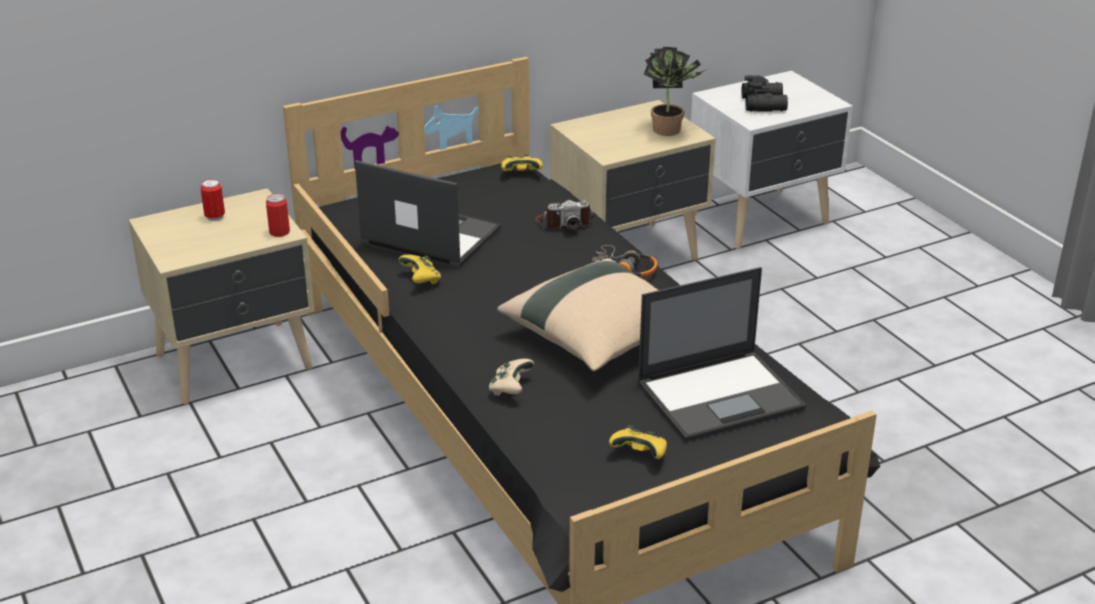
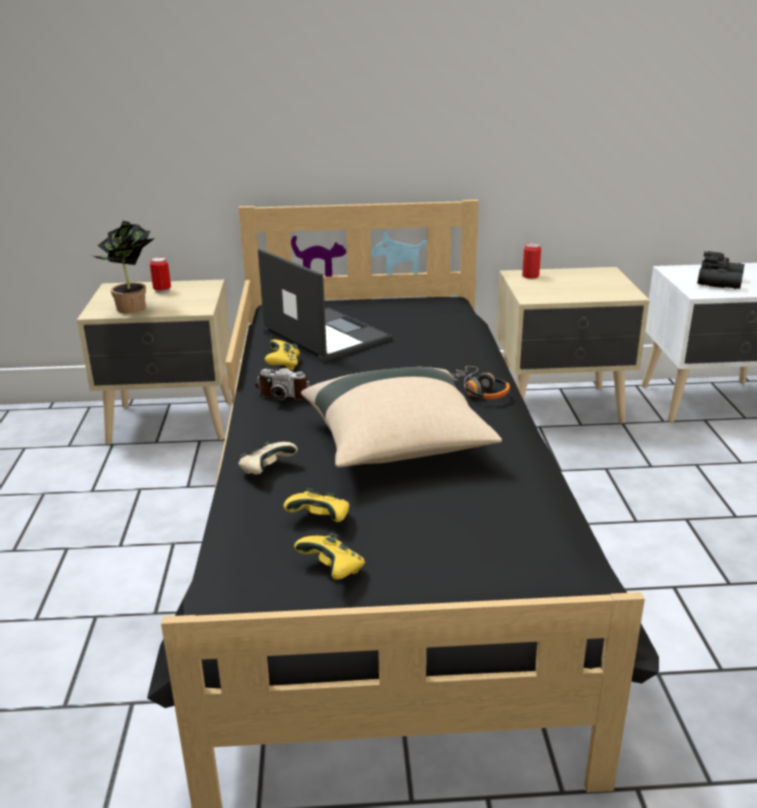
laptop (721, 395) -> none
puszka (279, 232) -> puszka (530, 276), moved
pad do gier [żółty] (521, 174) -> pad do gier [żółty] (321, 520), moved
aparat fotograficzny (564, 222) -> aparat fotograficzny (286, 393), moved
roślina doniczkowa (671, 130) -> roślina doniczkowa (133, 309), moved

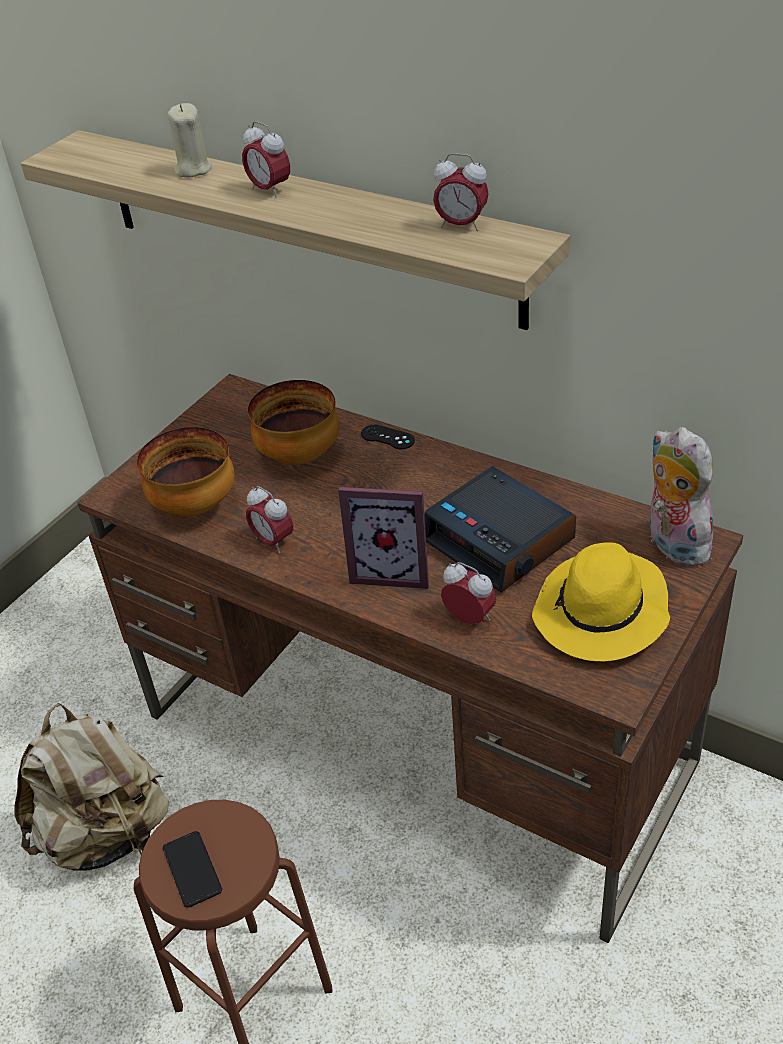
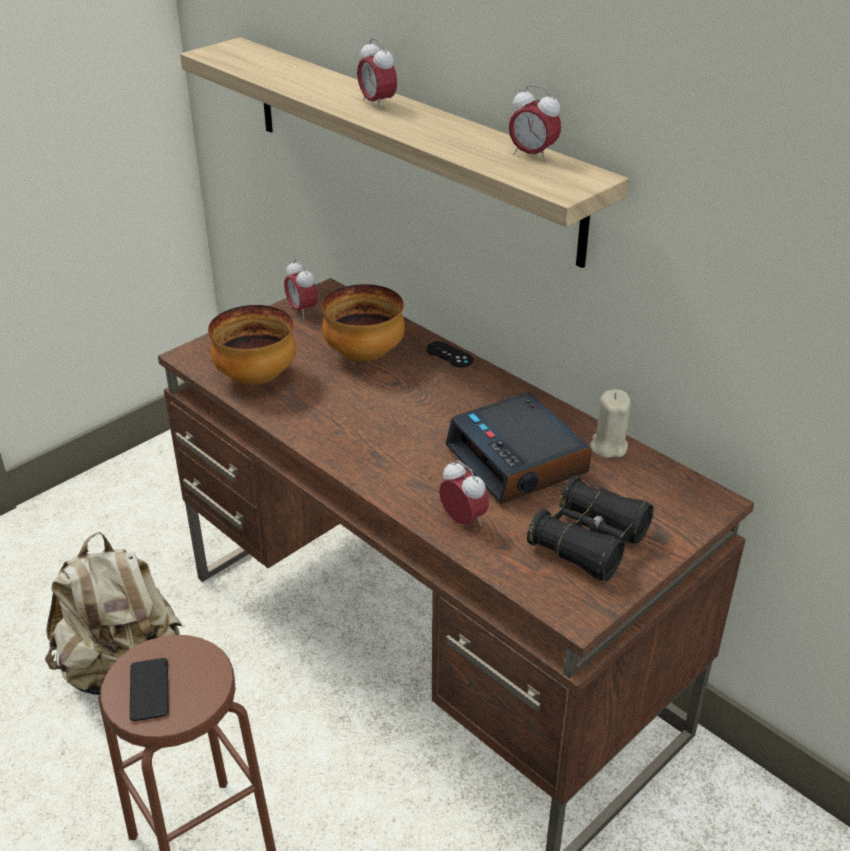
ramka na zdjęcie (392, 570) -> none
pluszak (672, 544) -> none
świeca [beżowy] (193, 169) -> świeca [beżowy] (608, 446), moved
budzik (273, 542) -> budzik (302, 311), moved
kapelusz [żółty] (601, 613) -> lornetka [czarny] (589, 542)

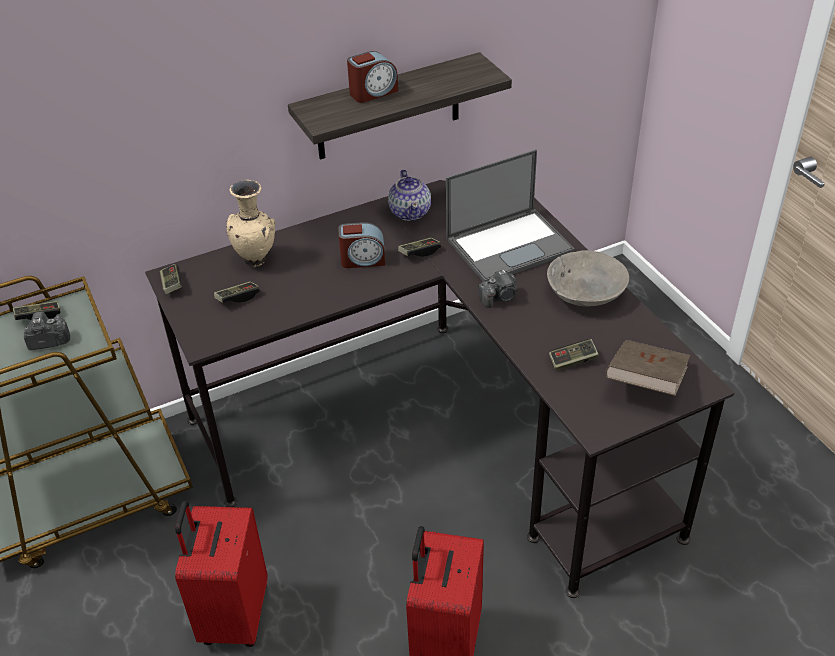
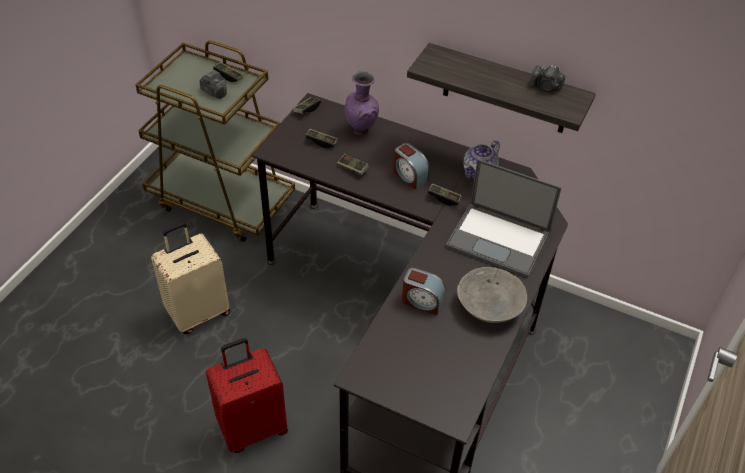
książka [brązowy] (645, 383) -> none
budzik (373, 92) -> budzik (422, 301), moved
aparat fotograficzny (499, 298) -> aparat fotograficzny (546, 87), moved
pad do gier (573, 361) -> pad do gier (352, 168), moved
walizka [czerwony] (233, 615) -> walizka [beżowy] (198, 312)
wazon [beżowy] (257, 260) -> wazon [fioletowy] (362, 130)

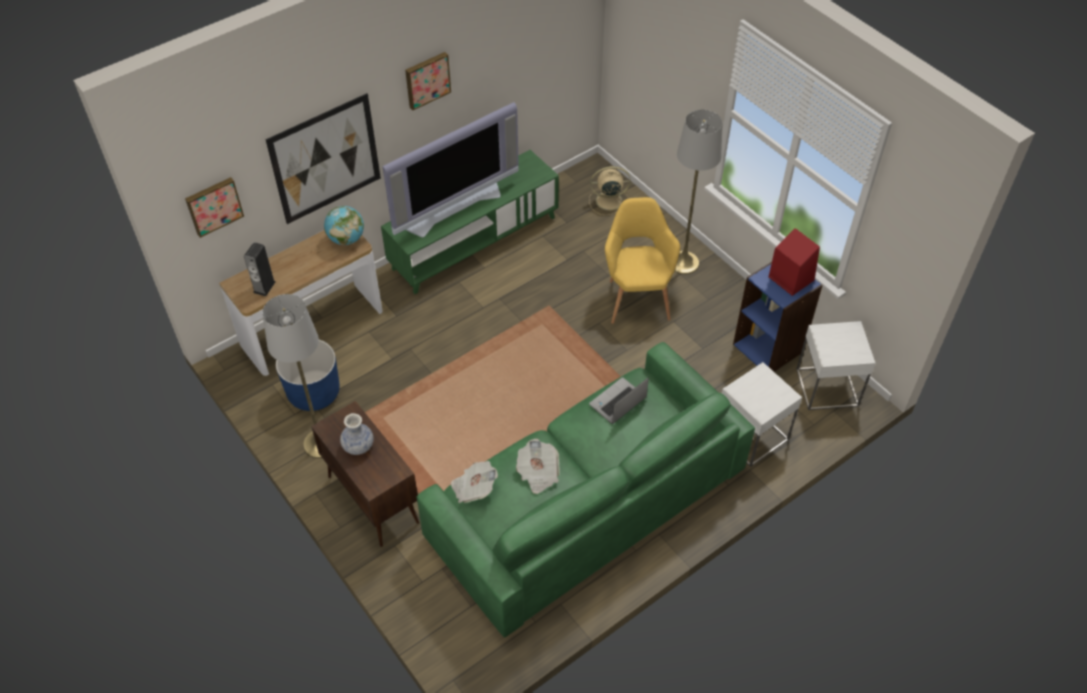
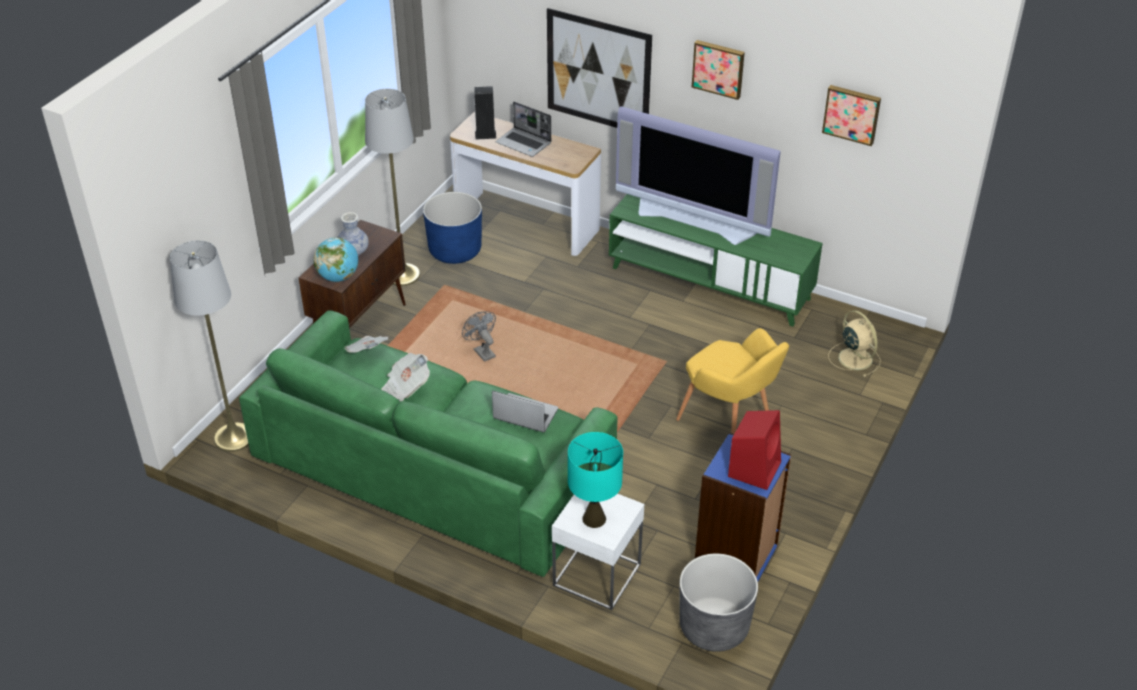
none -> wentylator [szary] (482, 351)
none -> laptop (524, 143)
none -> lampa stołowa [turkusowy] (594, 519)
obraz (213, 205) -> obraz (852, 114), moved
globus (346, 239) -> globus (338, 277), moved
lampa stojąca [szary] (683, 262) -> lampa stojąca [szary] (234, 437), moved
stolik [biały] (827, 387) -> donica [szary] (714, 627)
fotel [żółty] (636, 296) -> fotel [żółty] (730, 423), 75 degrees clockwise

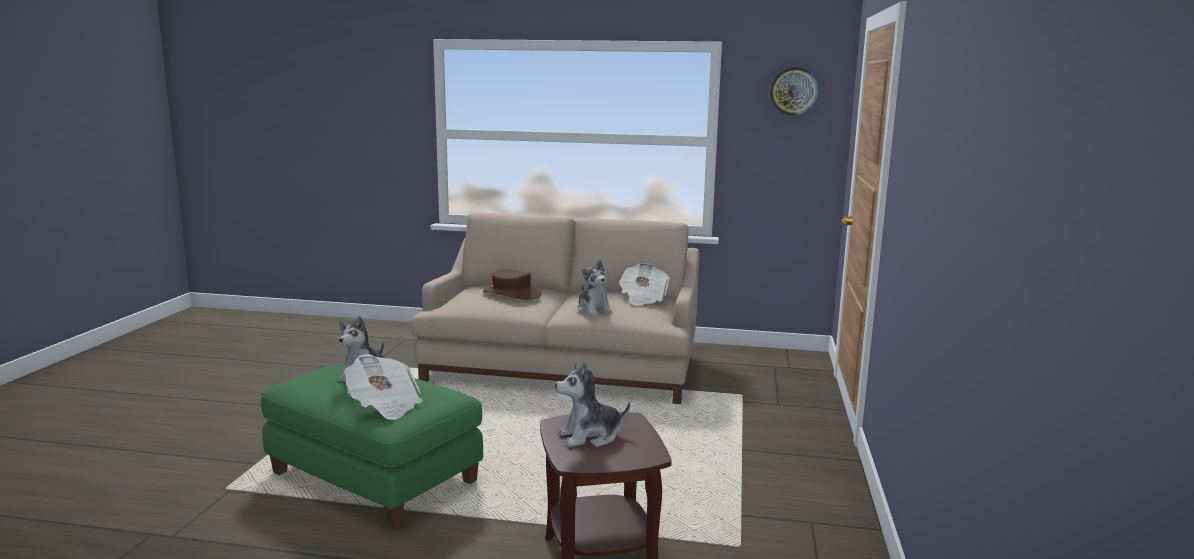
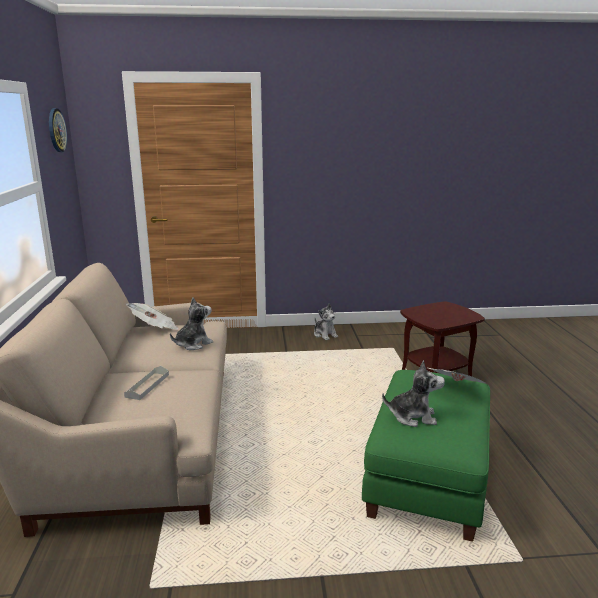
pluszak (590, 436) -> pluszak (325, 335), moved
kapelusz [brązowy] (511, 294) -> taca [szary] (147, 385)

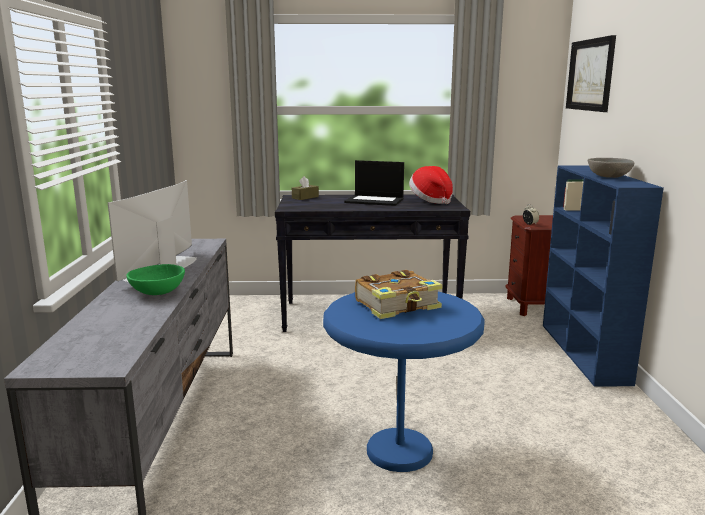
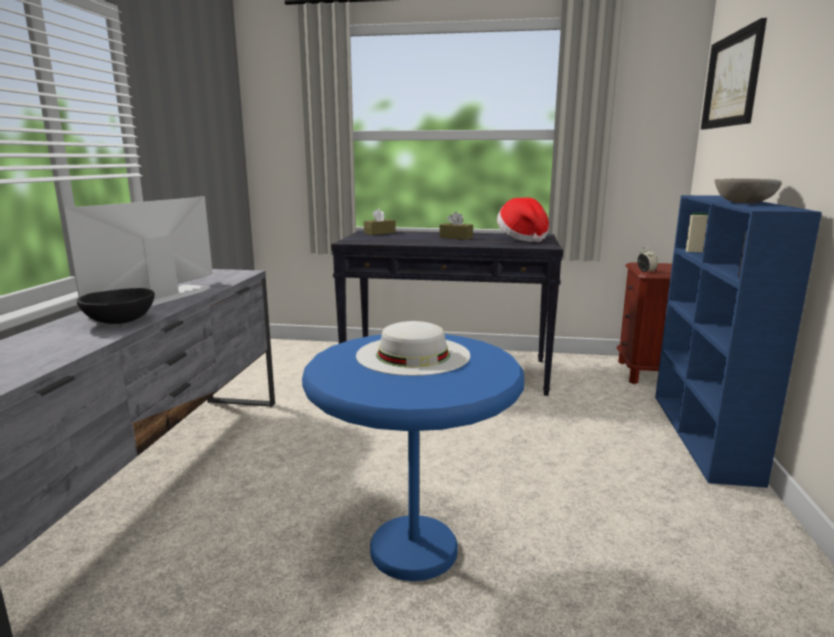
laptop (375, 201) -> pudełko chusteczek [brązowy] (456, 237)
książka (398, 305) -> kapelusz [biały] (413, 355)
miska [zielony] (157, 292) -> miska [czarny] (120, 321)

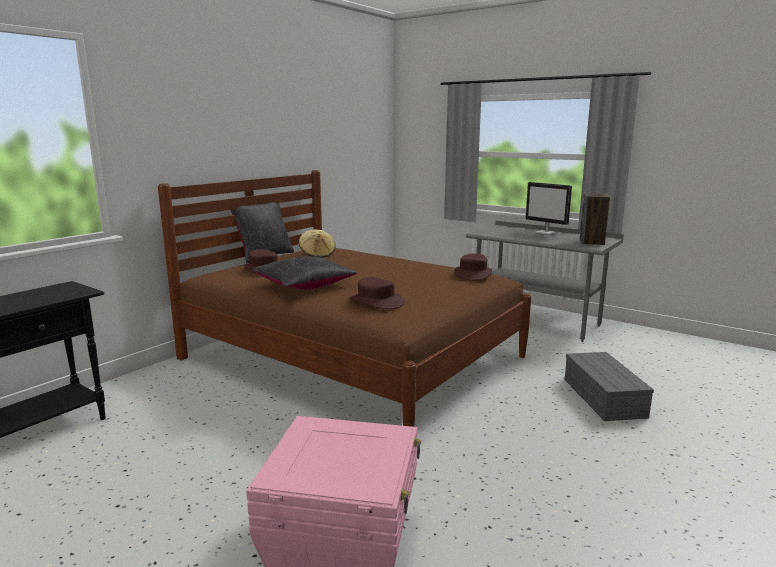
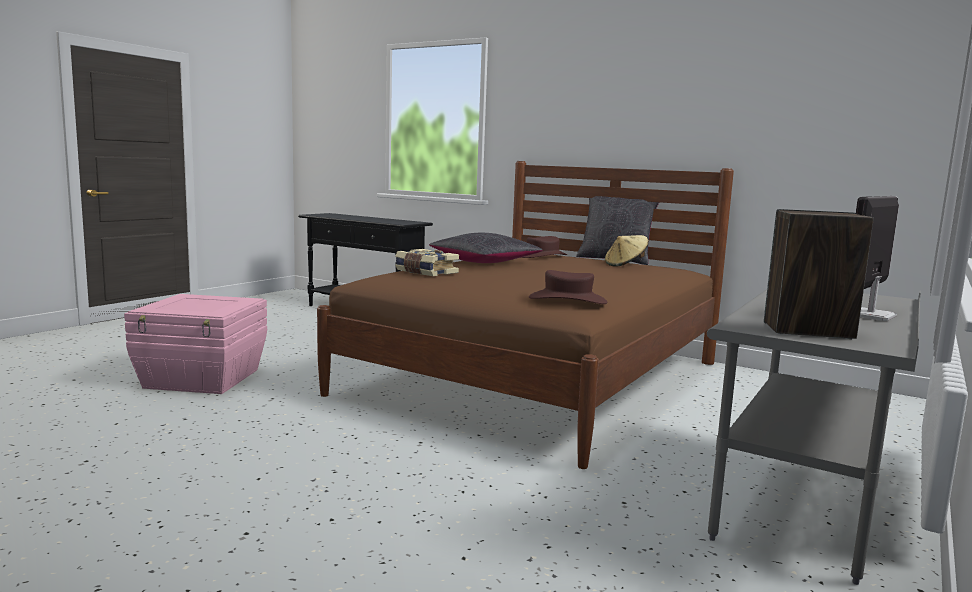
pojemnik do przechowywania [szary] (605, 398) -> none
kapelusz [brązowy] (376, 301) -> książka (425, 272)

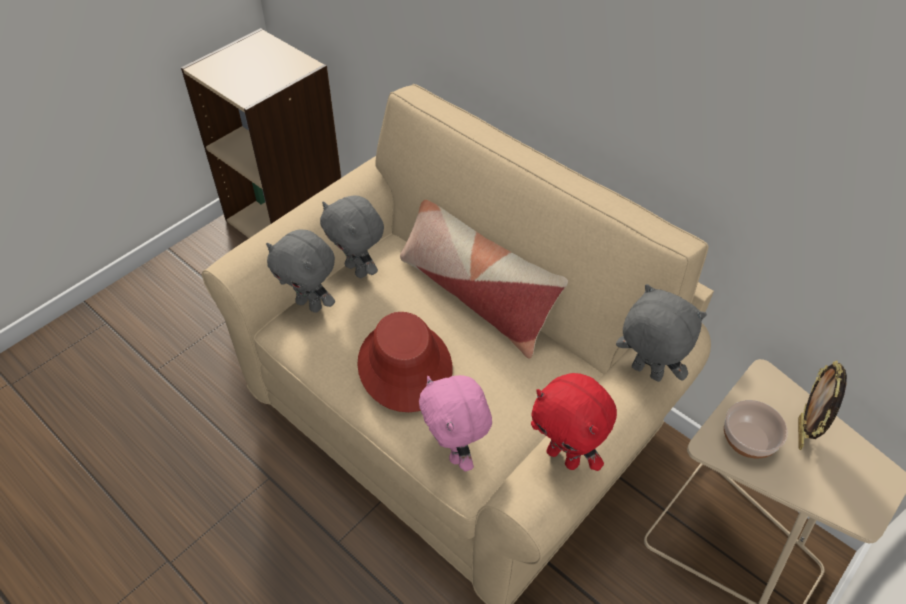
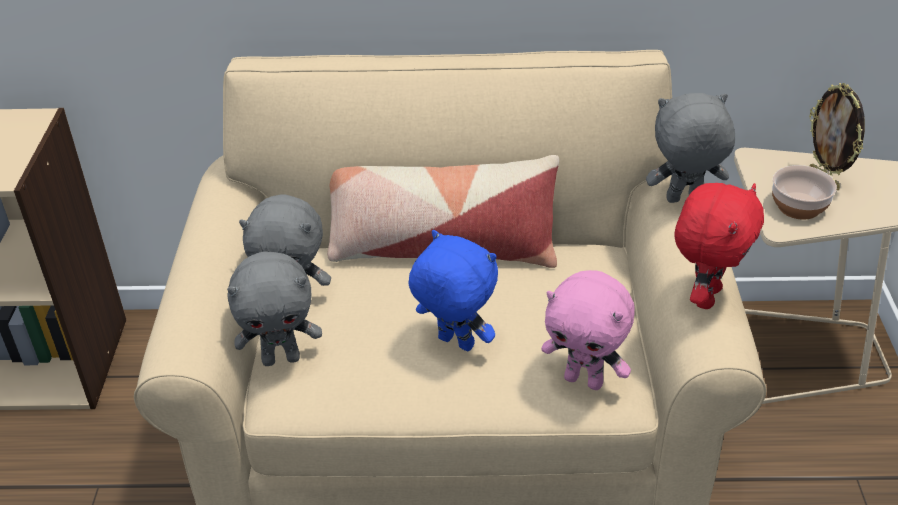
kapelusz [czerwony] (404, 366) -> pluszak [niebieski] (454, 344)
pluszak [czerwony] (564, 457) -> pluszak [czerwony] (705, 296), 60 degrees counterclockwise

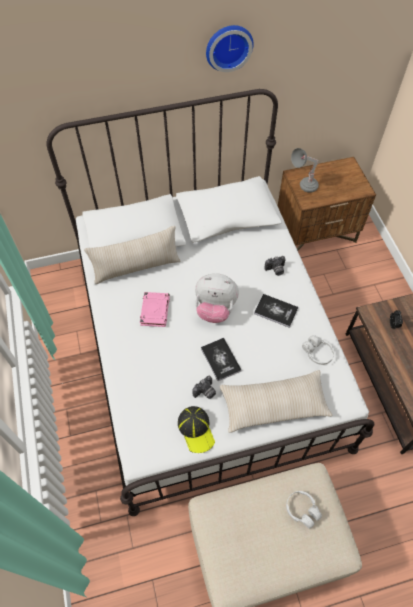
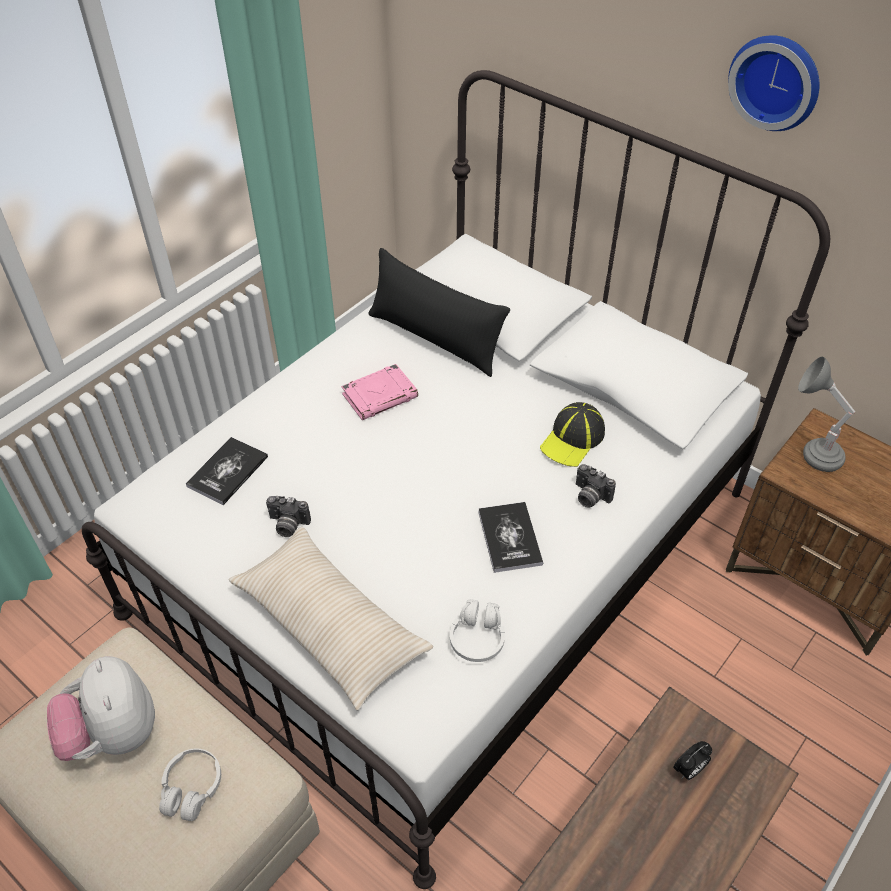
czapka z daszkiem (196, 430) -> czapka z daszkiem (573, 439), moved
pluszak (215, 309) -> pluszak (113, 733), moved
książka (220, 359) -> książka (227, 472), moved
poduszka [beżowy] (136, 267) -> poduszka [czarny] (435, 339)

